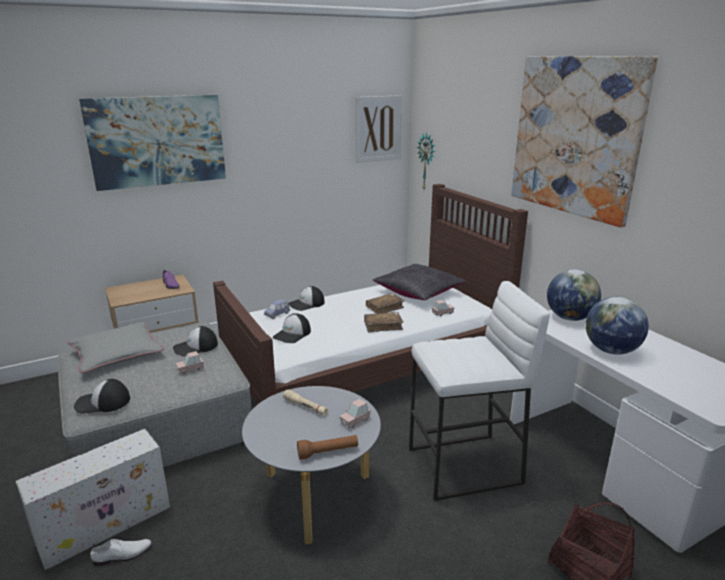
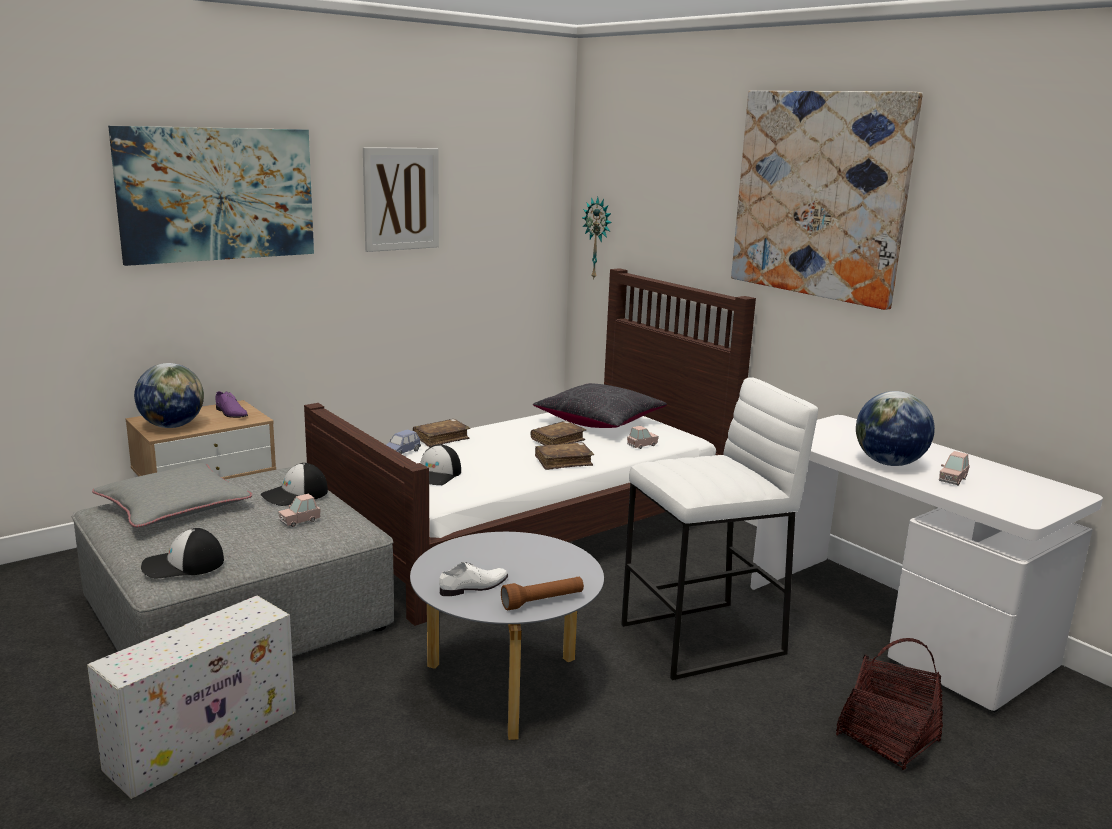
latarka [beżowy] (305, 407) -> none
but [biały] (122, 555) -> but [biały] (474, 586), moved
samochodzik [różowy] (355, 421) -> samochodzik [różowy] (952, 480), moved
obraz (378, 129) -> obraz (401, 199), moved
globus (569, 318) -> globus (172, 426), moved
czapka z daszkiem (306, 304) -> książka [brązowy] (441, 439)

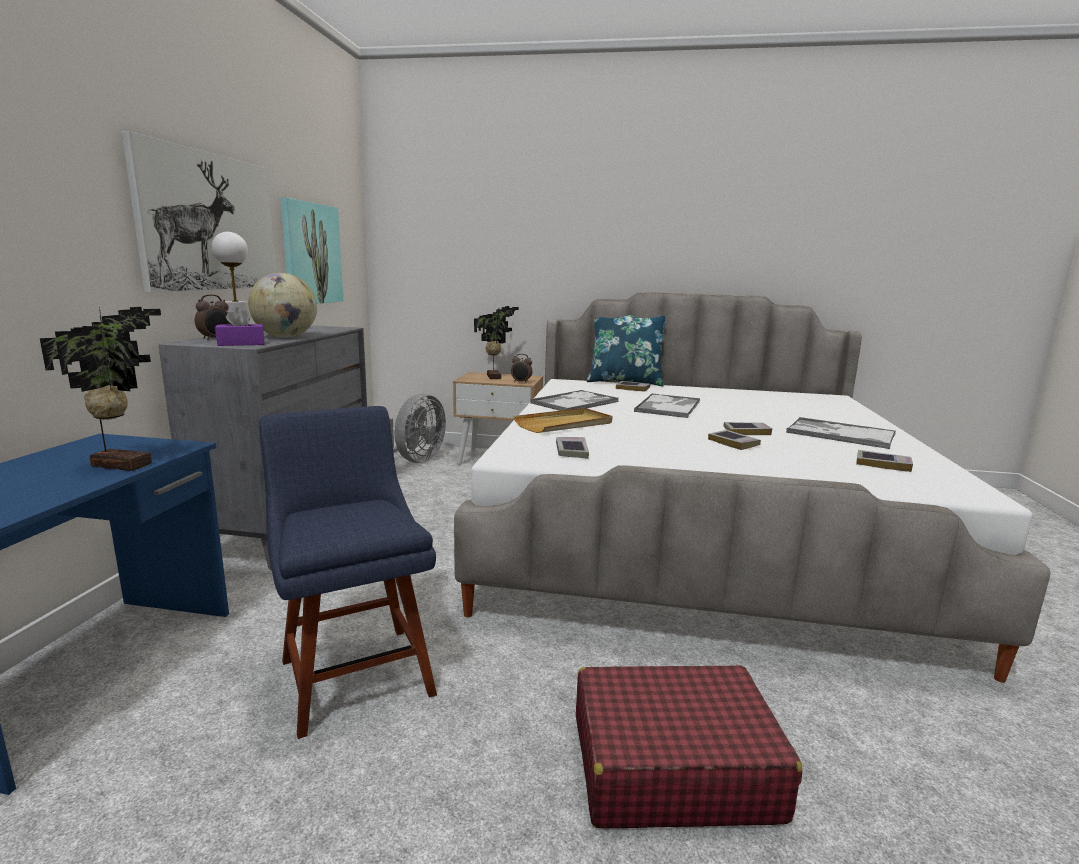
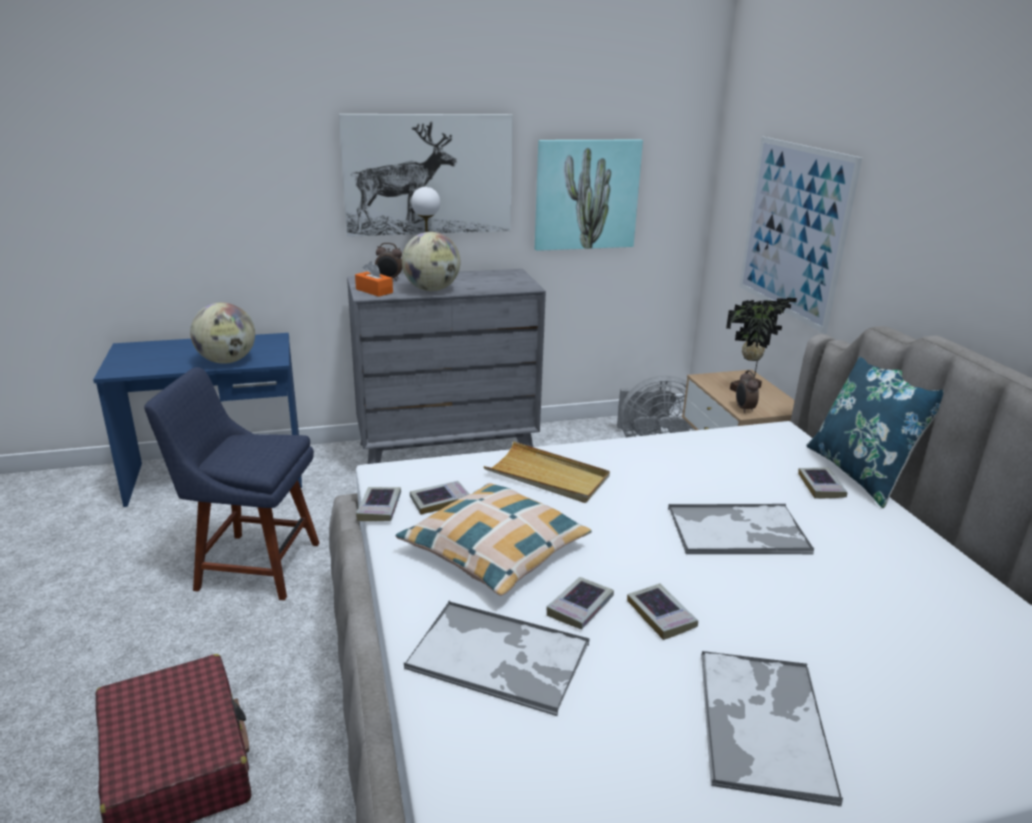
none -> poduszka (494, 550)
none -> obraz (793, 230)
taca (575, 402) -> taca (500, 657), moved
książka (883, 464) -> książka (379, 508), moved
roślina doniczkowa (124, 464) -> globus (227, 361)
pudełko chusteczek [fioletowy] (241, 344) -> pudełko chusteczek [pomarańczowy] (374, 291)
krzesło [niebieski] (355, 672) -> krzesło [niebieski] (252, 565), 120 degrees counterclockwise

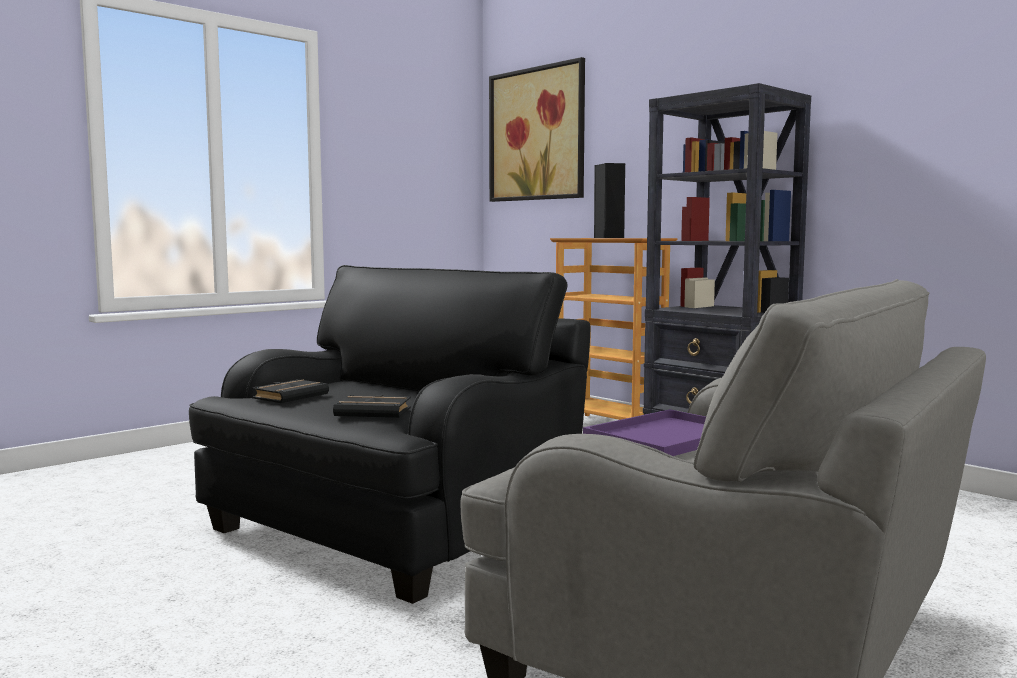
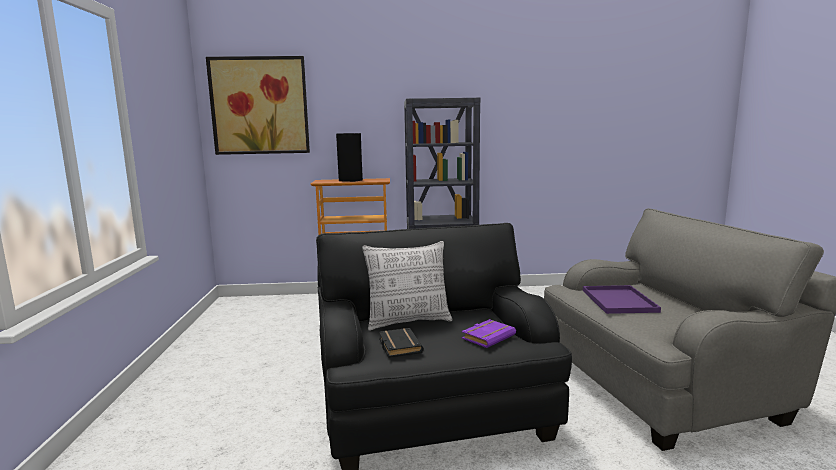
none -> poduszka (408, 321)
książka [czarny] (375, 412) -> książka [fioletowy] (488, 336)

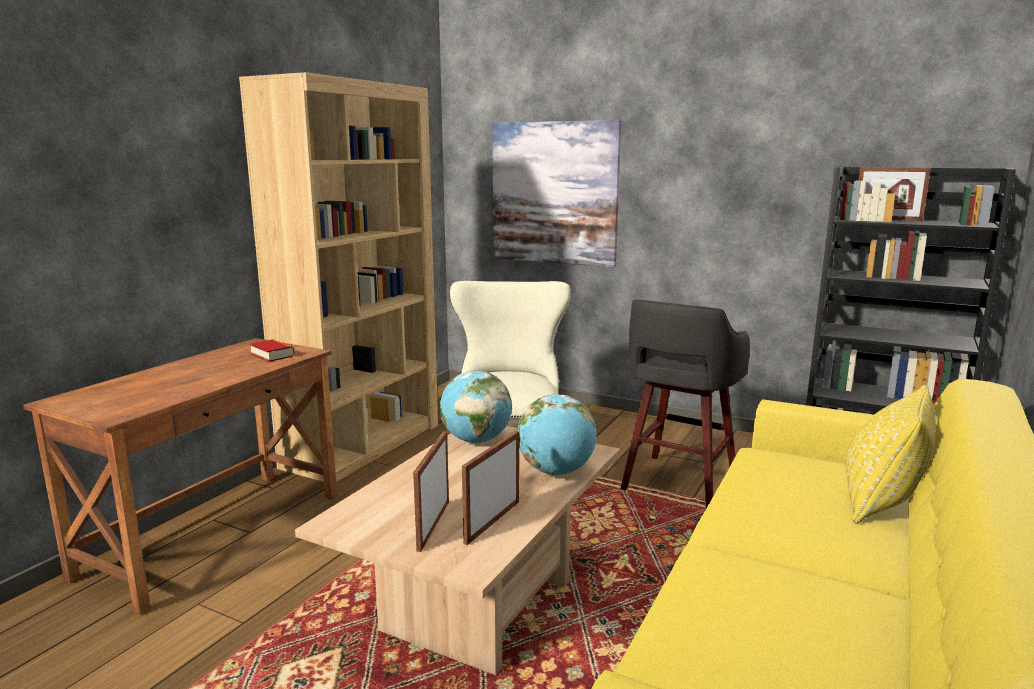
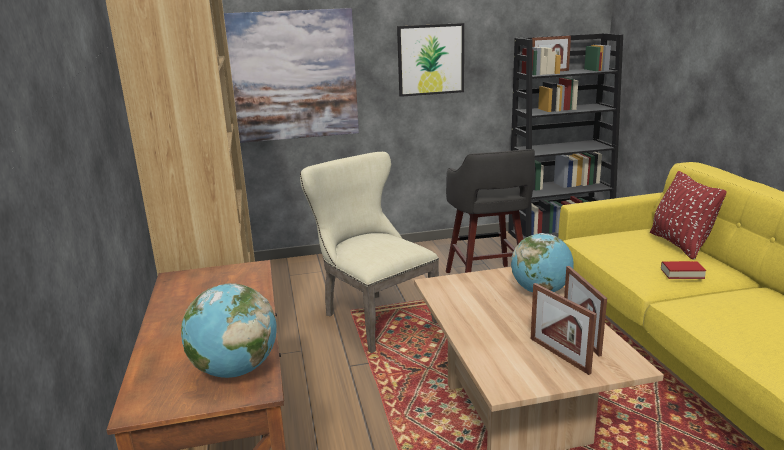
none -> obraz (430, 59)
książka (272, 355) -> książka (682, 273), moved
globus (476, 440) -> globus (235, 370), moved
poduszka [żółty] (881, 502) -> poduszka [czerwony] (680, 245)

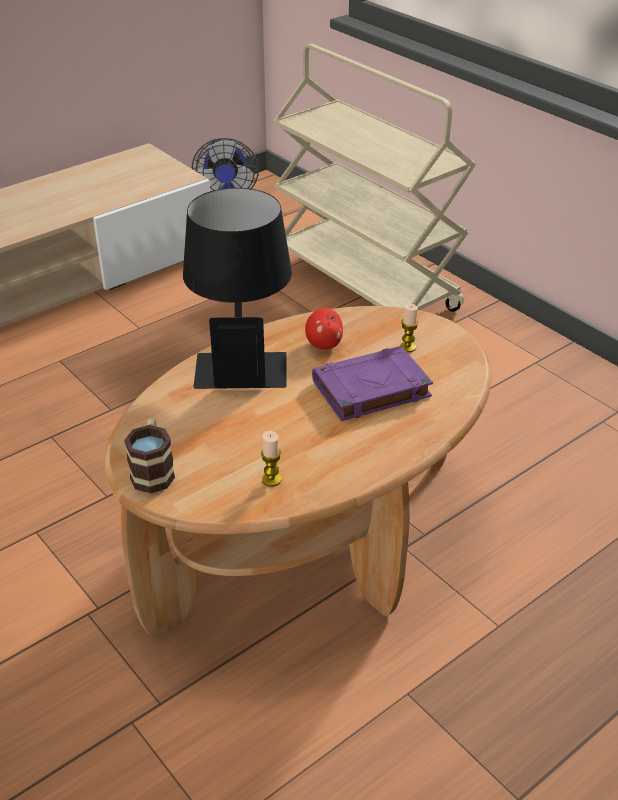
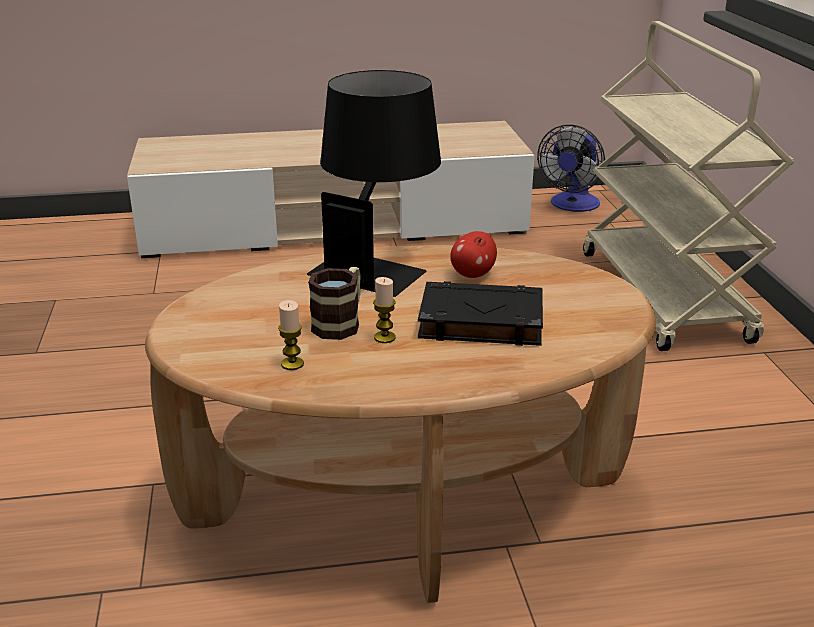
kubek (153, 470) -> kubek (341, 323), moved
świeca (407, 347) -> świeca (384, 337), moved
książka [fioletowy] (370, 390) -> książka [czarny] (479, 322)

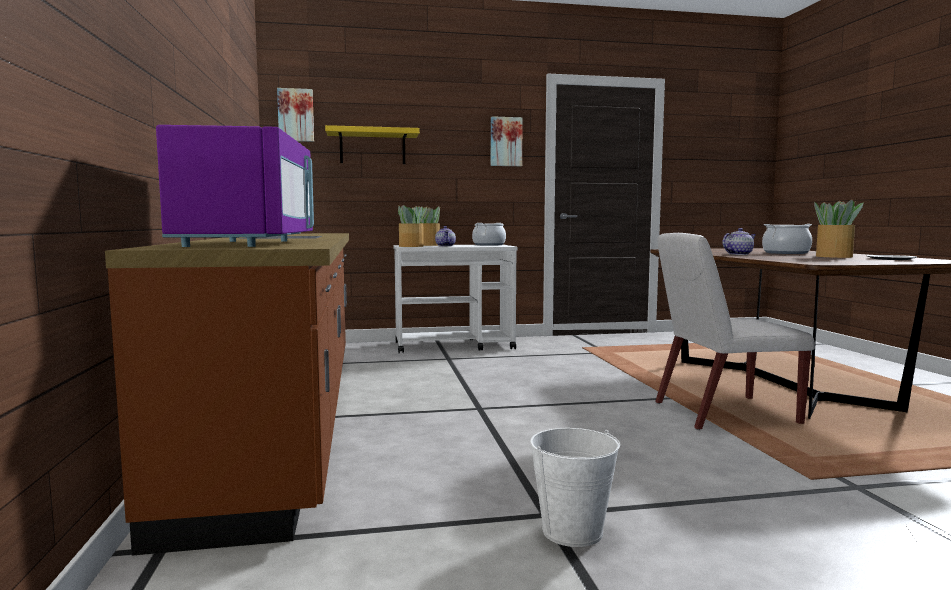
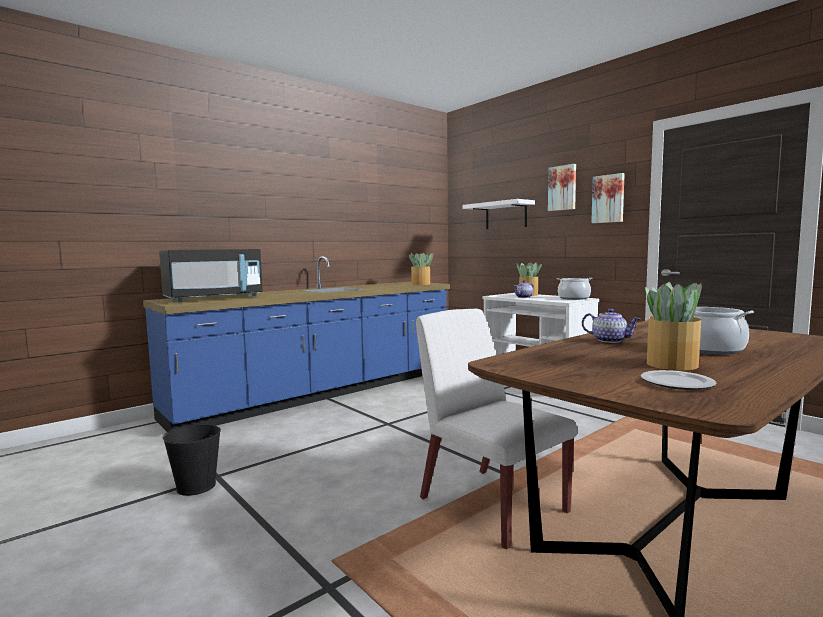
obraz (296, 115) -> obraz (562, 188), moved
roślina doniczkowa (412, 246) -> roślina doniczkowa (421, 284), moved
zabudowa kuchenna [brązowy] (286, 416) -> zabudowa kuchenna [niebieski] (322, 393)
mikrofalówka [fioletowy] (250, 243) -> mikrofalówka [czarny] (214, 298)
półka [żółty] (372, 147) -> półka [biały] (506, 215)
wiadro [biały] (572, 531) -> wiadro [czarny] (196, 486)

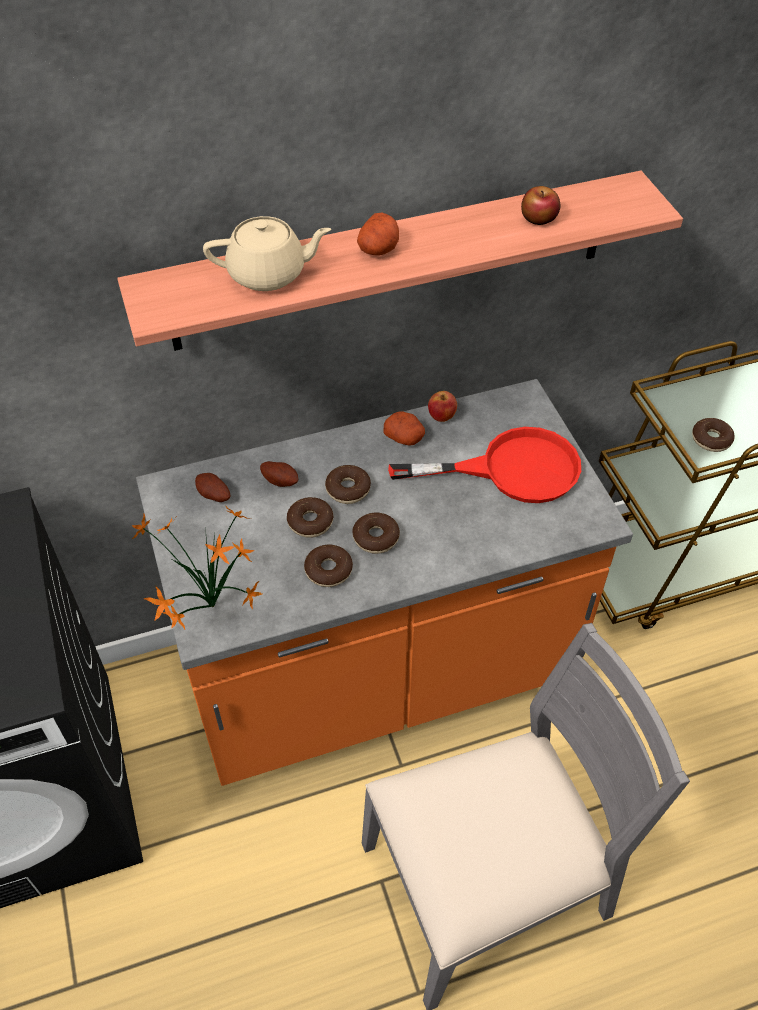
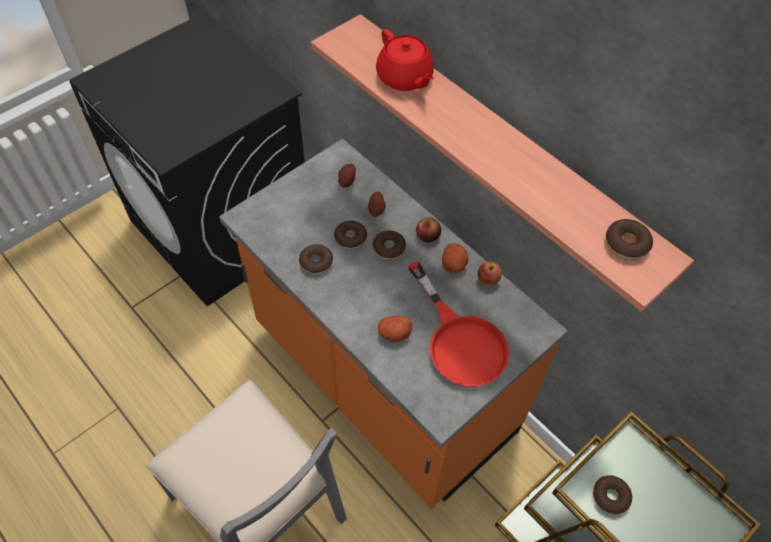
roślina doniczkowa (209, 608) -> none
donut (376, 537) -> donut (626, 244), moved
ziemniak (378, 249) -> ziemniak (394, 333), moved
jabłko (539, 218) -> jabłko (427, 236), moved
imbryk [beżowy] (268, 274) -> imbryk [czerwony] (404, 78)

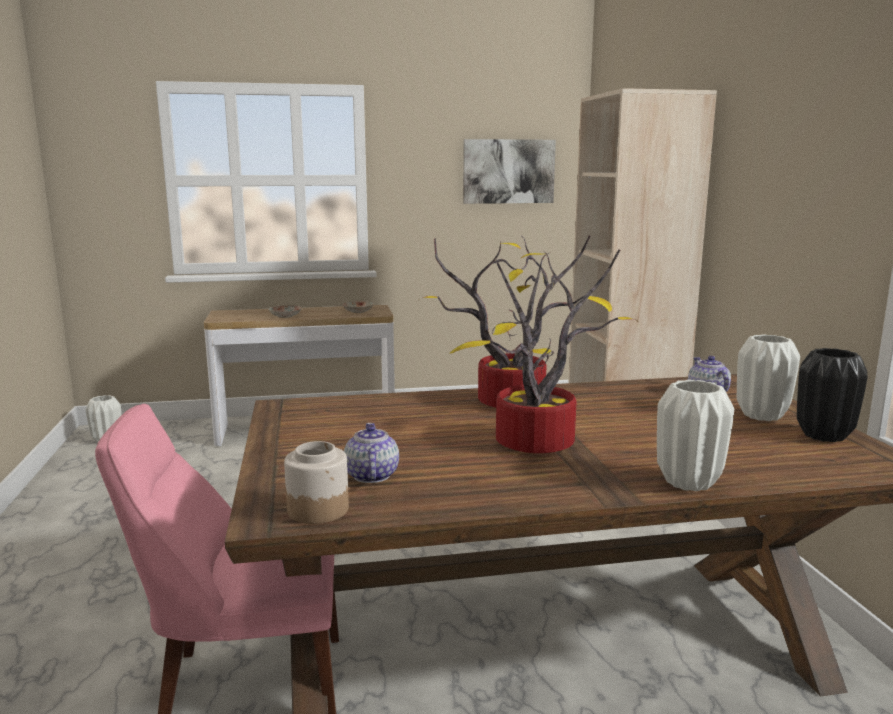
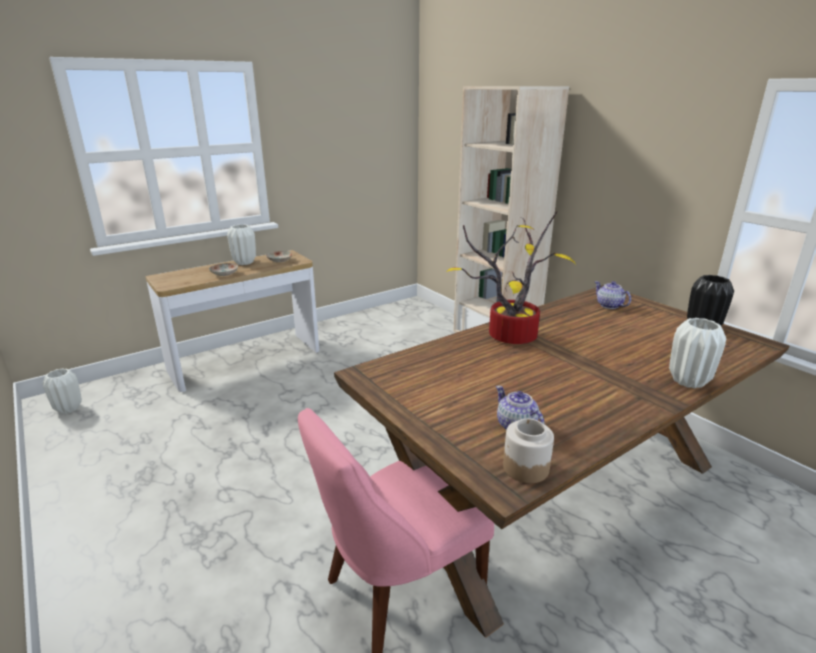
roślina doniczkowa (535, 446) -> none
obraz (508, 171) -> none
wazon [biały] (761, 415) -> wazon [biały] (244, 262), moved

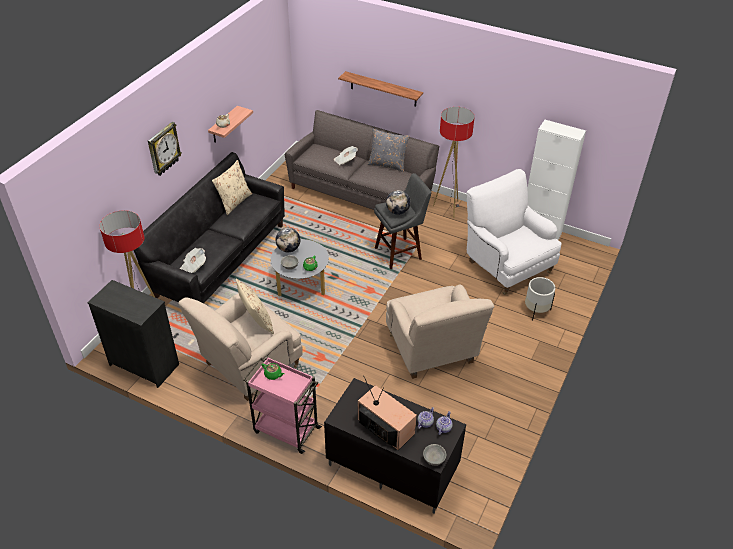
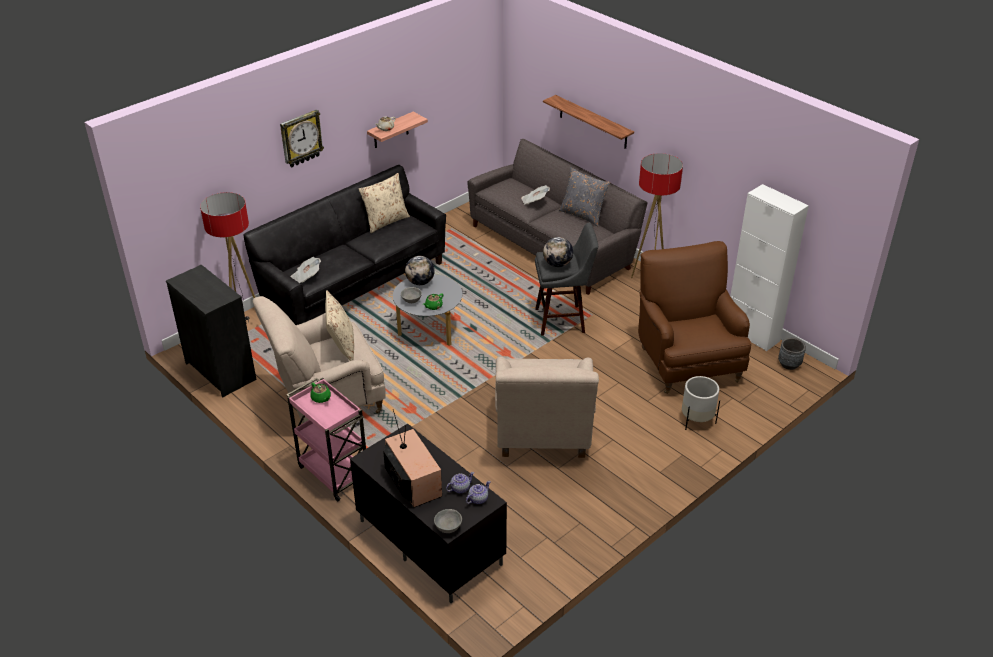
none -> donica [szary] (789, 364)
fotel [biały] (506, 265) -> fotel [brązowy] (687, 362)

